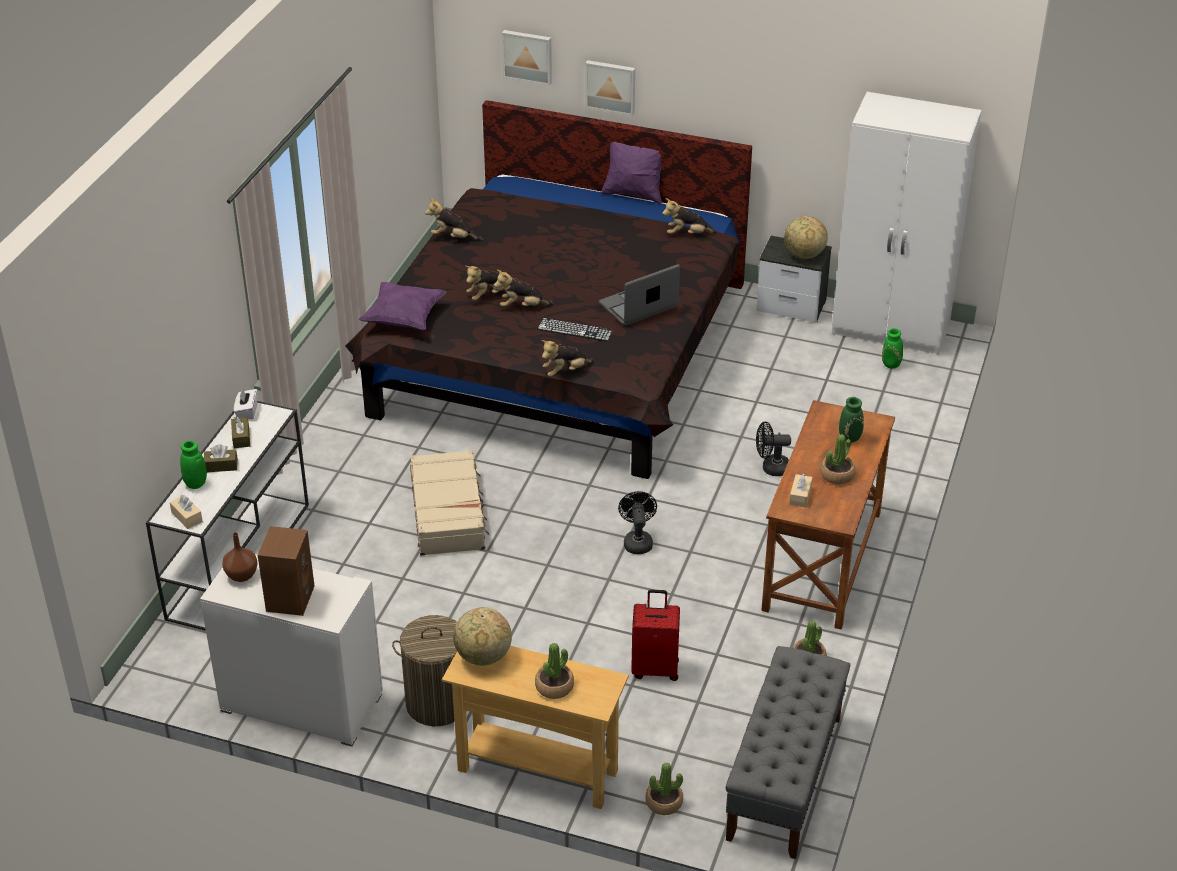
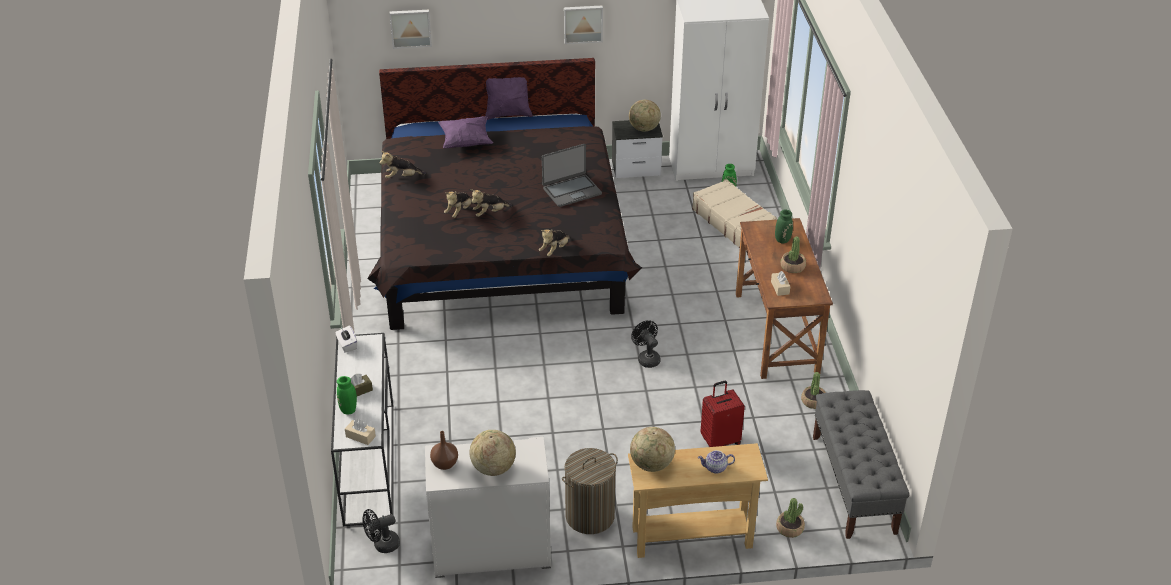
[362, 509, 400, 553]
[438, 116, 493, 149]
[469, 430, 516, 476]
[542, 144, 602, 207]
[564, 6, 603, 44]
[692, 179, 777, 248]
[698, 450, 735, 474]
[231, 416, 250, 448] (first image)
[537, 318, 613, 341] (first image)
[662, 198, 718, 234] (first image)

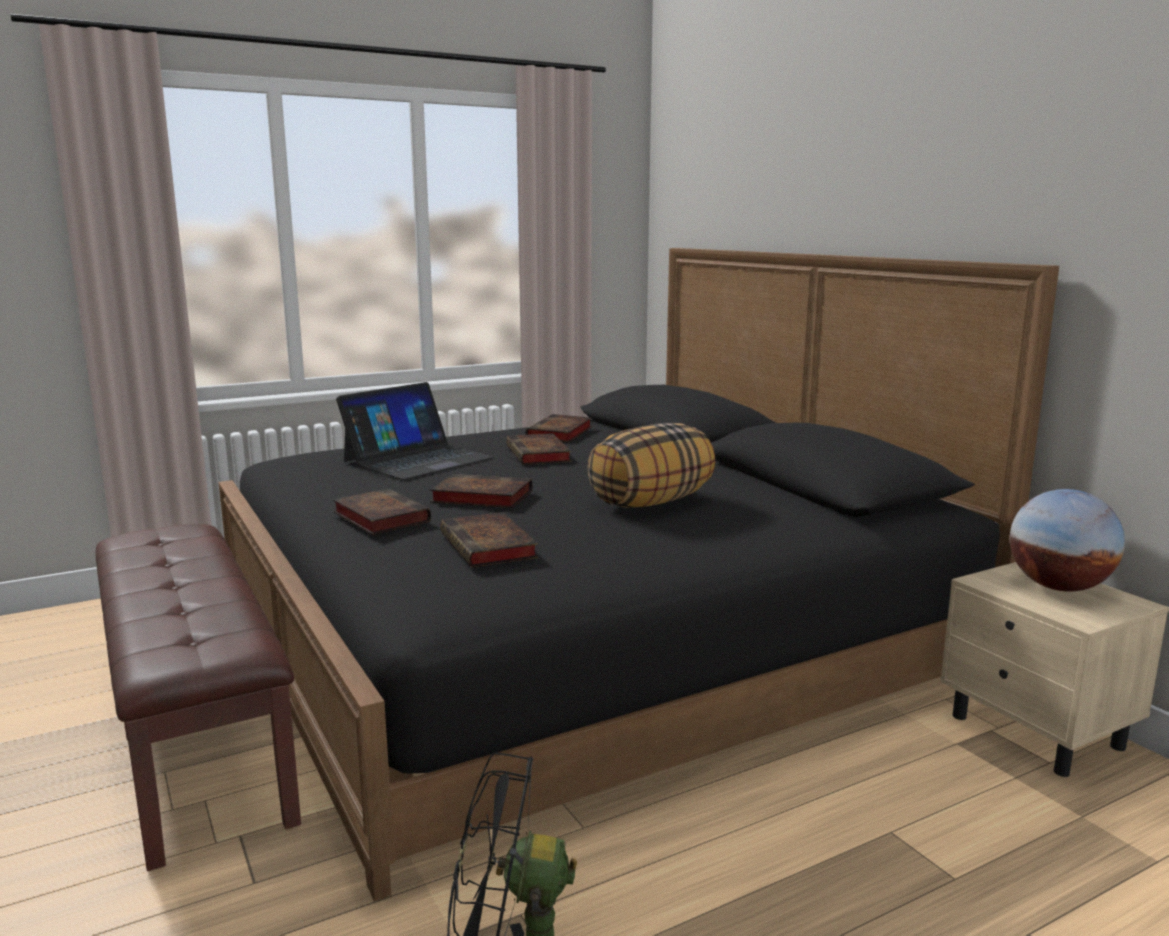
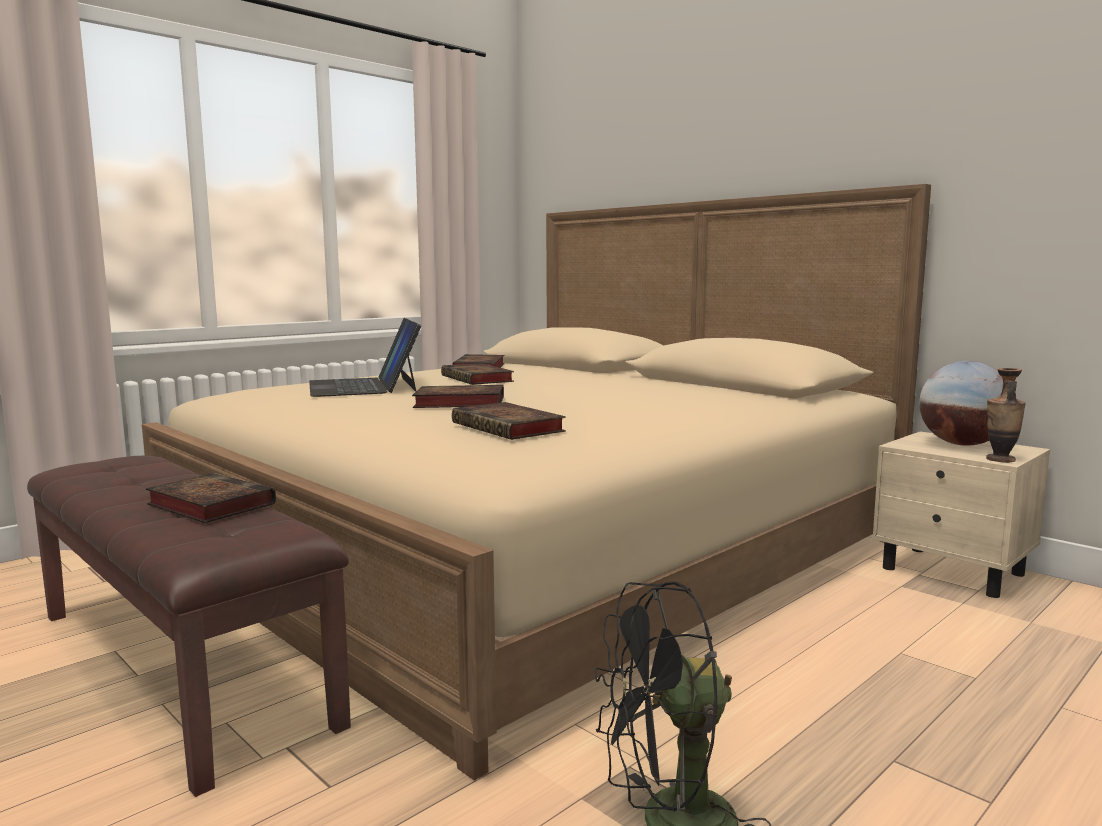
[142, 184, 931, 781]
[145, 473, 276, 523]
[309, 318, 421, 397]
[986, 368, 1026, 463]
[588, 423, 715, 508] (first image)

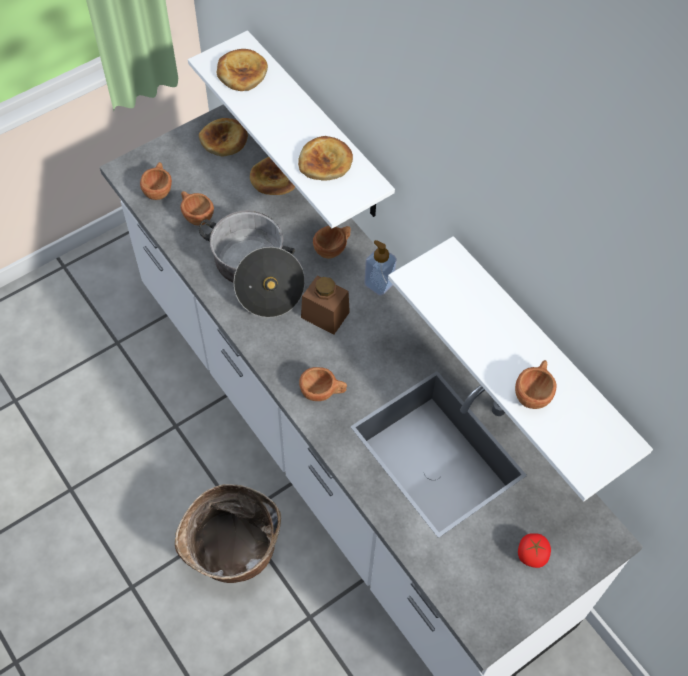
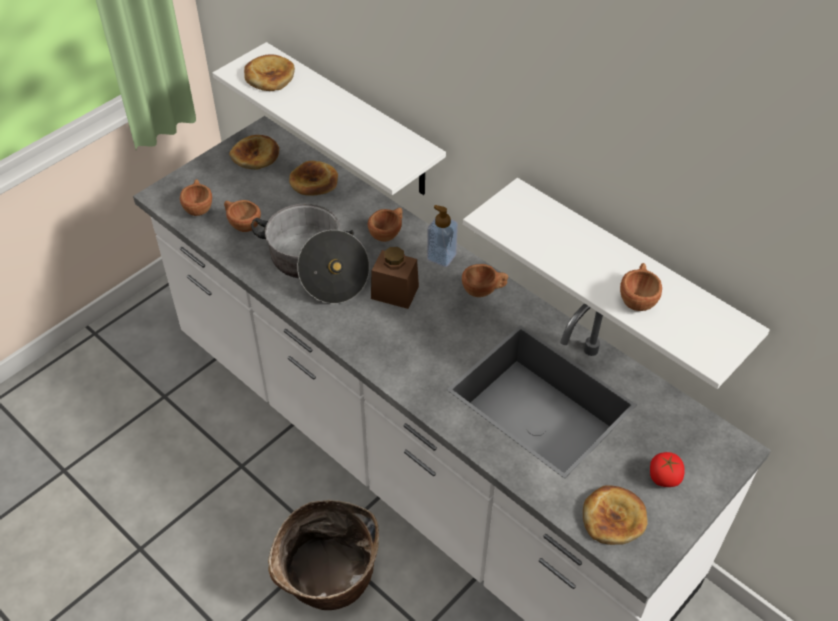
[462, 264, 508, 297]
[583, 485, 648, 545]

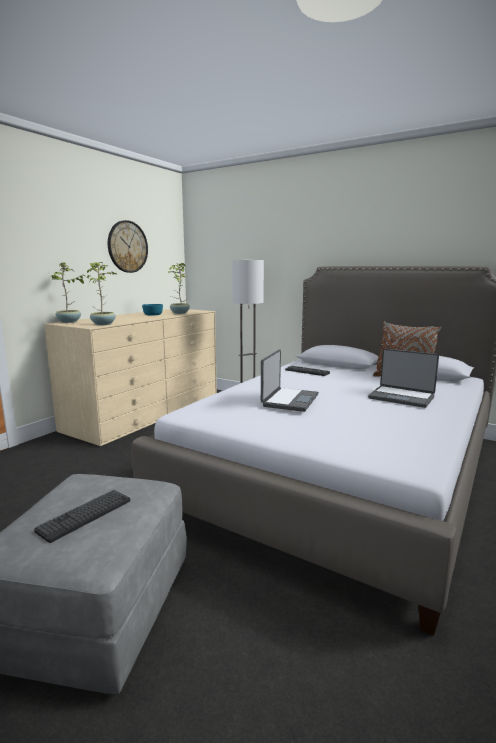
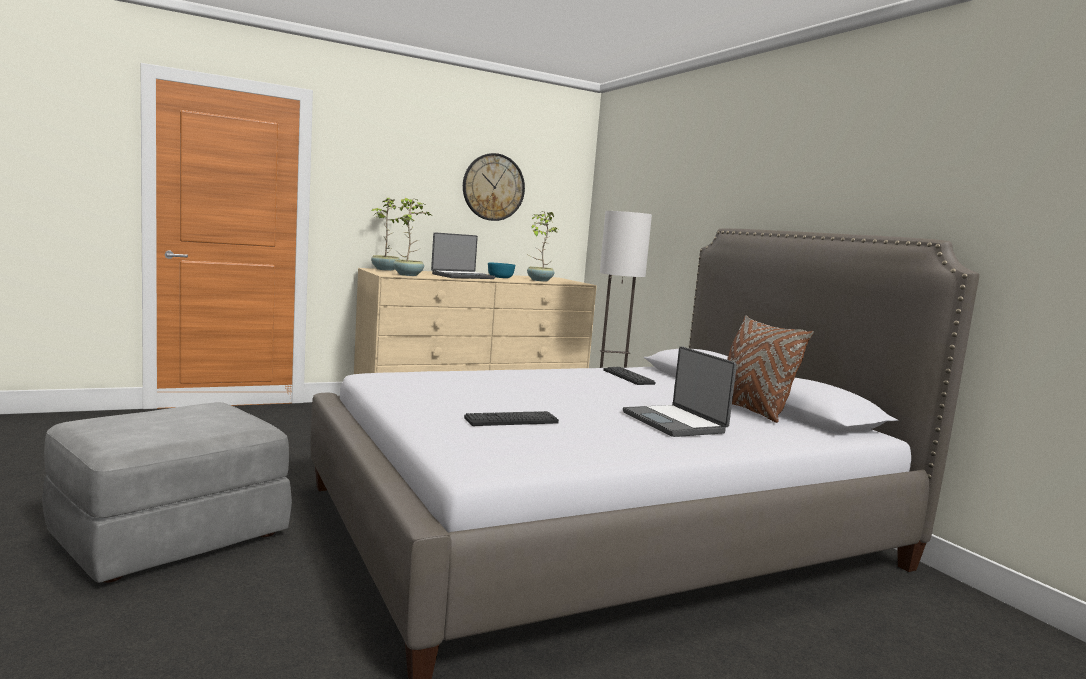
[431, 232, 495, 279]
[464, 411, 559, 426]

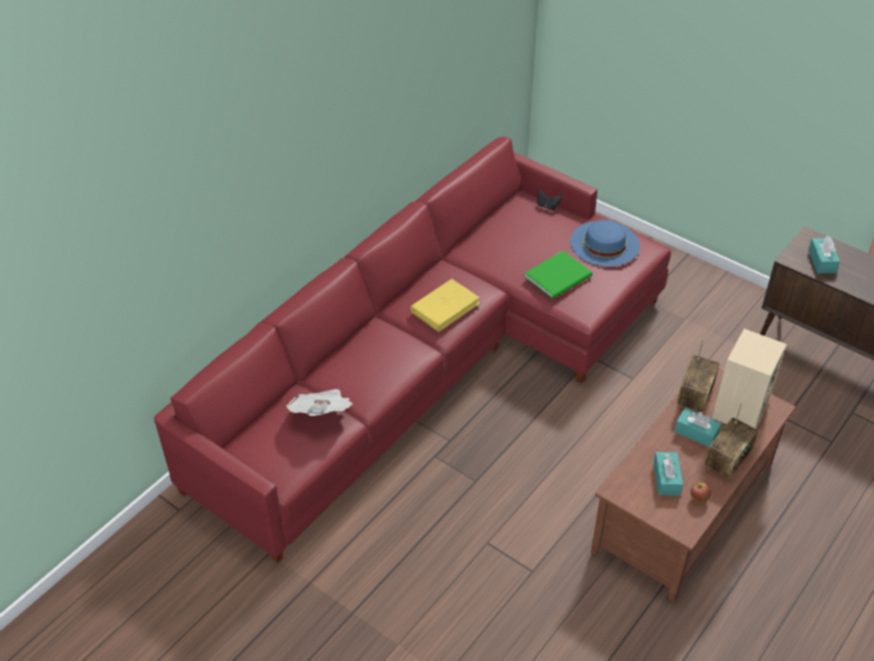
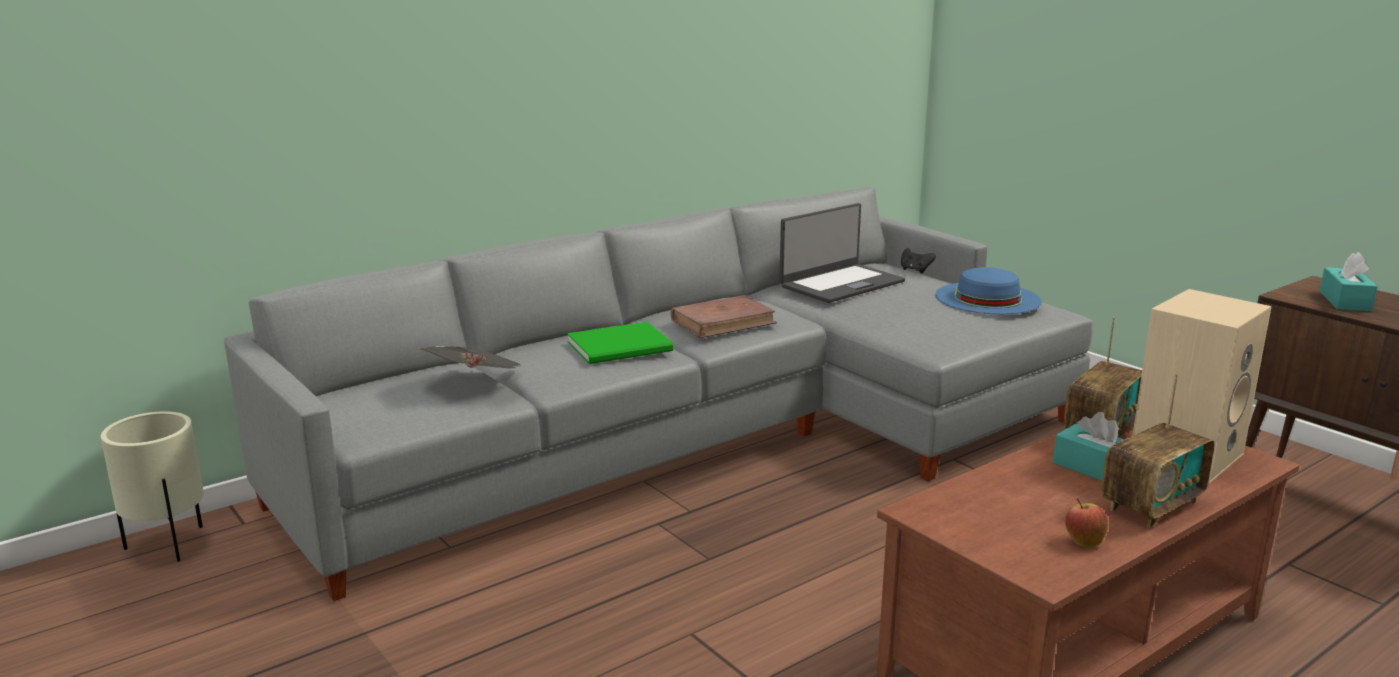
[101, 411, 204, 562]
[224, 186, 1093, 601]
[567, 322, 673, 364]
[671, 295, 777, 338]
[779, 203, 905, 303]
[654, 452, 683, 495] (first image)

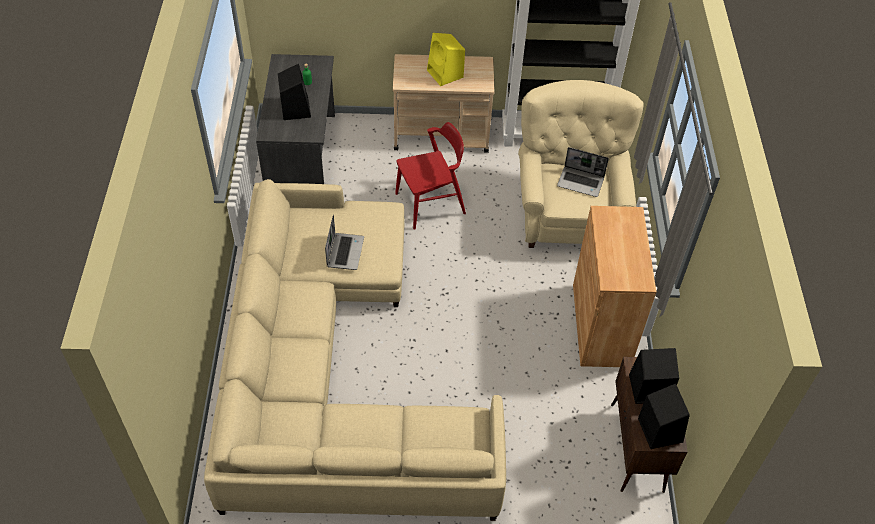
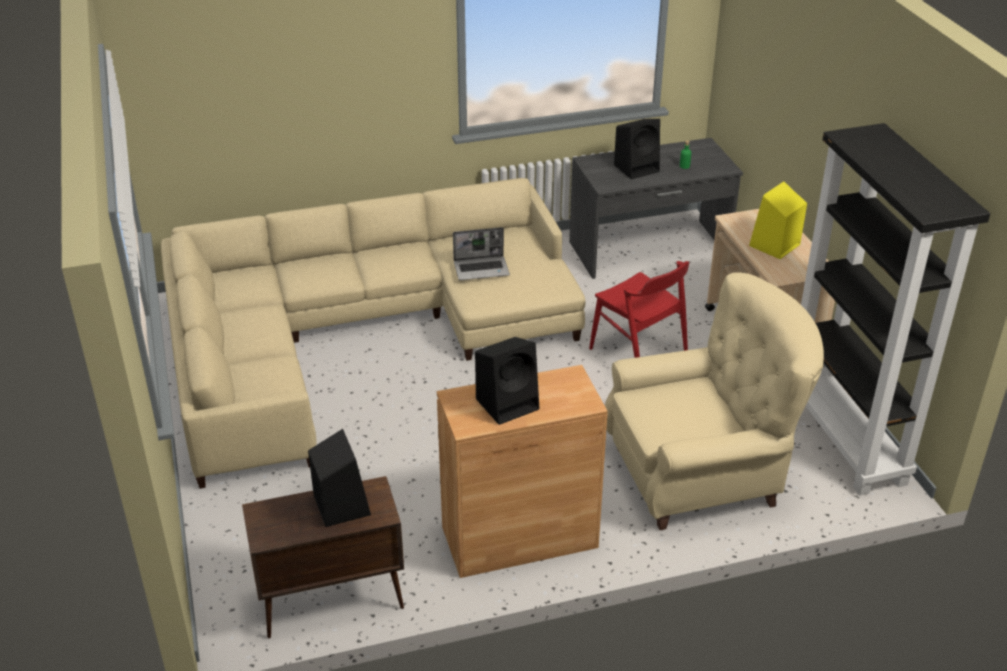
[475, 337, 539, 425]
[557, 147, 609, 197] (first image)

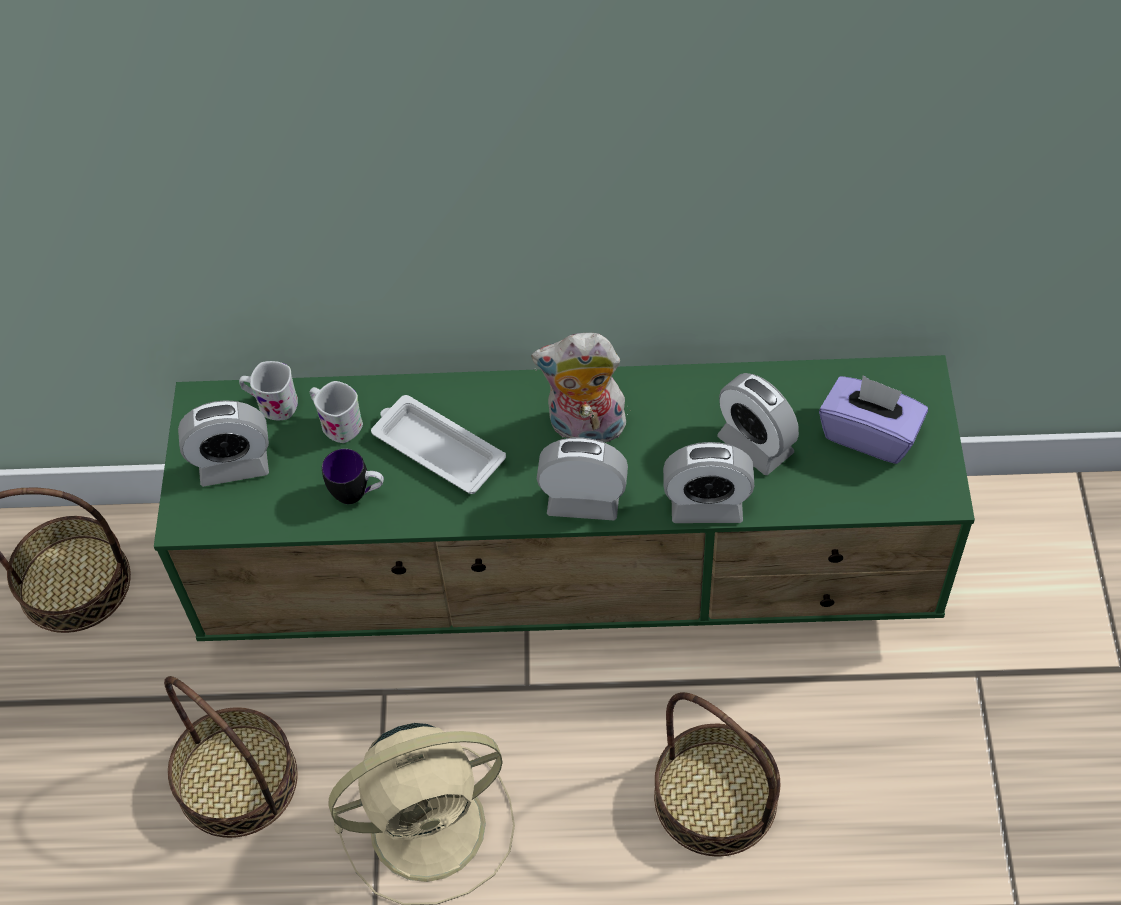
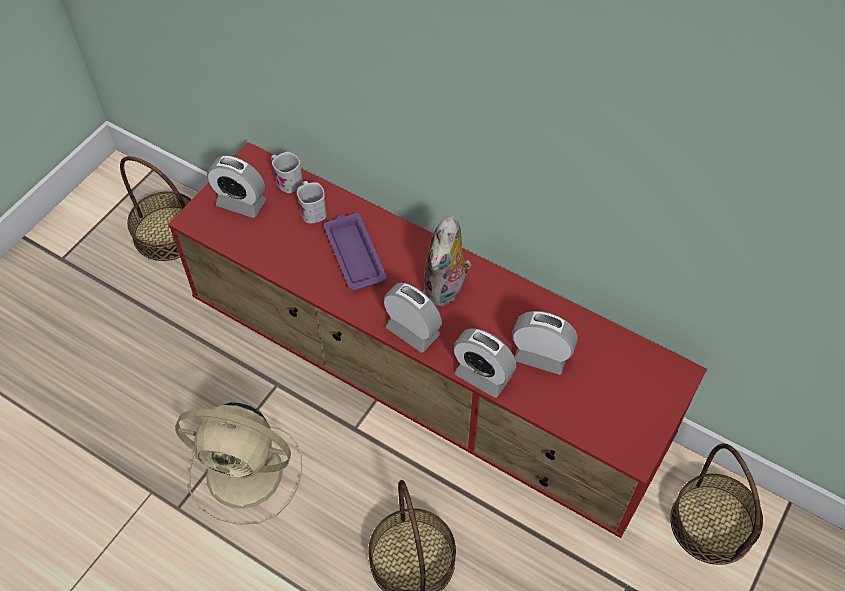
[168, 142, 707, 538]
[324, 213, 387, 291]
[423, 215, 474, 306]
[512, 311, 578, 375]
[670, 443, 763, 565]
[322, 449, 384, 504] (first image)
[819, 375, 928, 464] (first image)

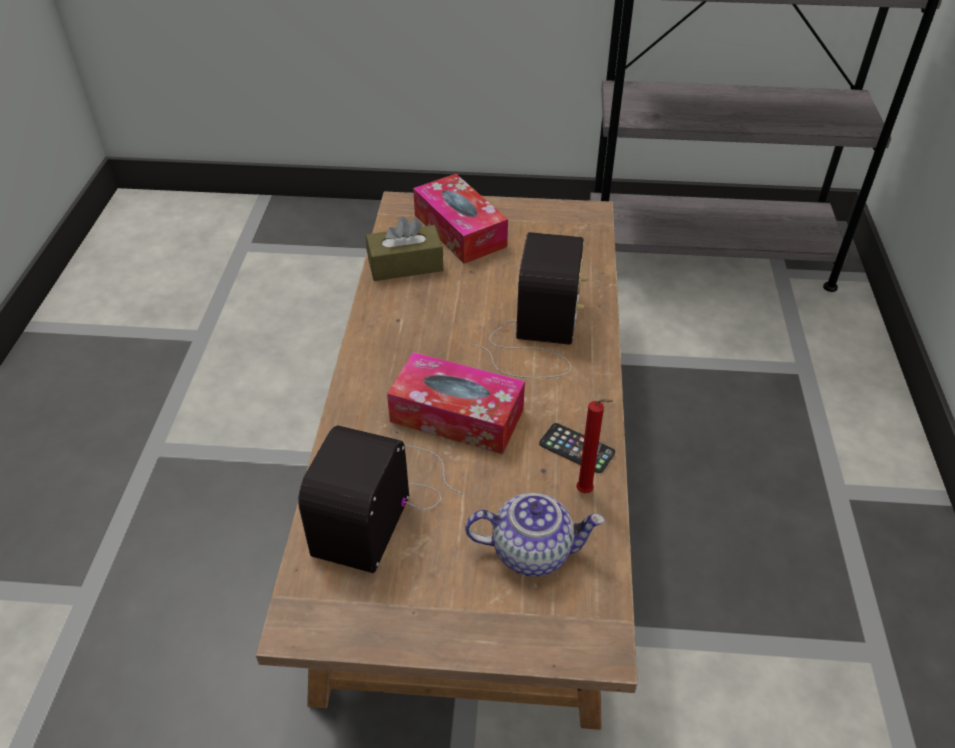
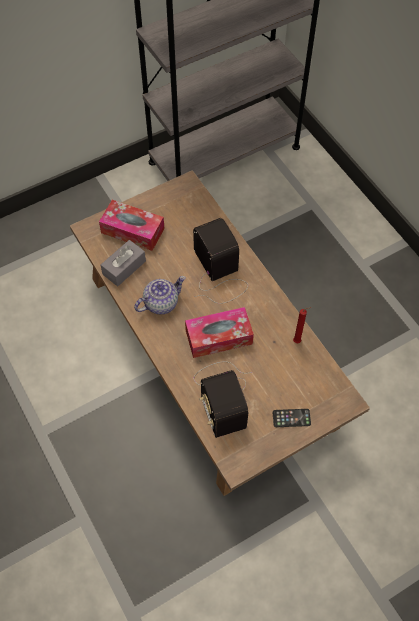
[101, 240, 146, 286]
[134, 276, 186, 314]
[273, 409, 311, 427]

